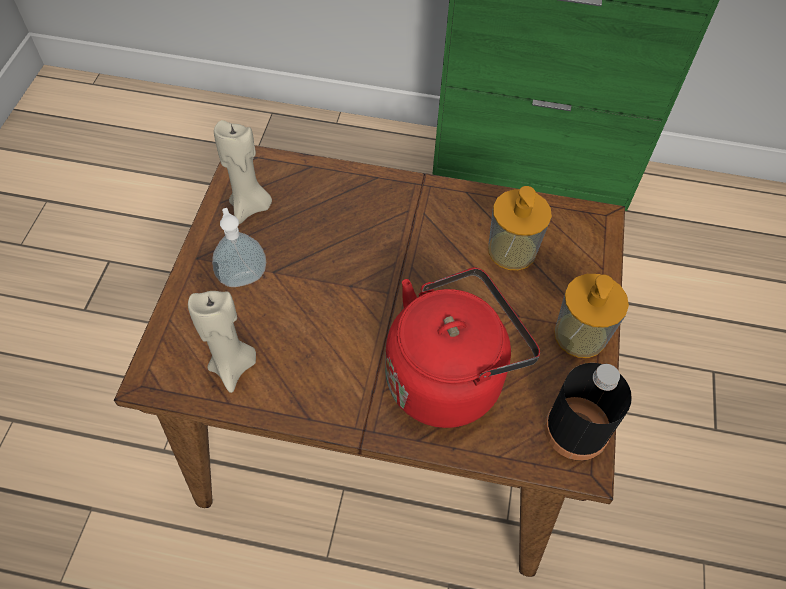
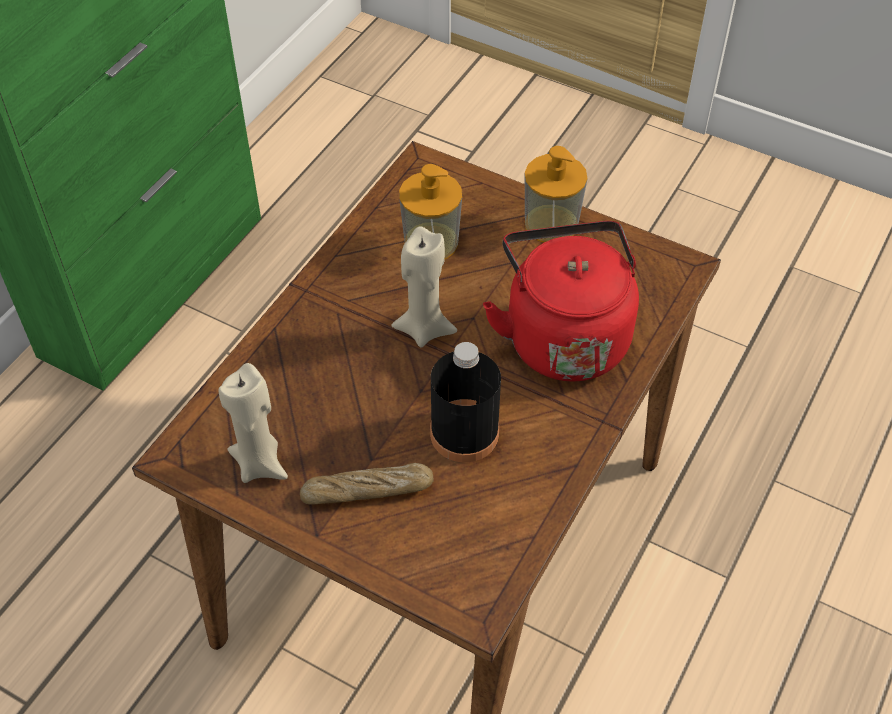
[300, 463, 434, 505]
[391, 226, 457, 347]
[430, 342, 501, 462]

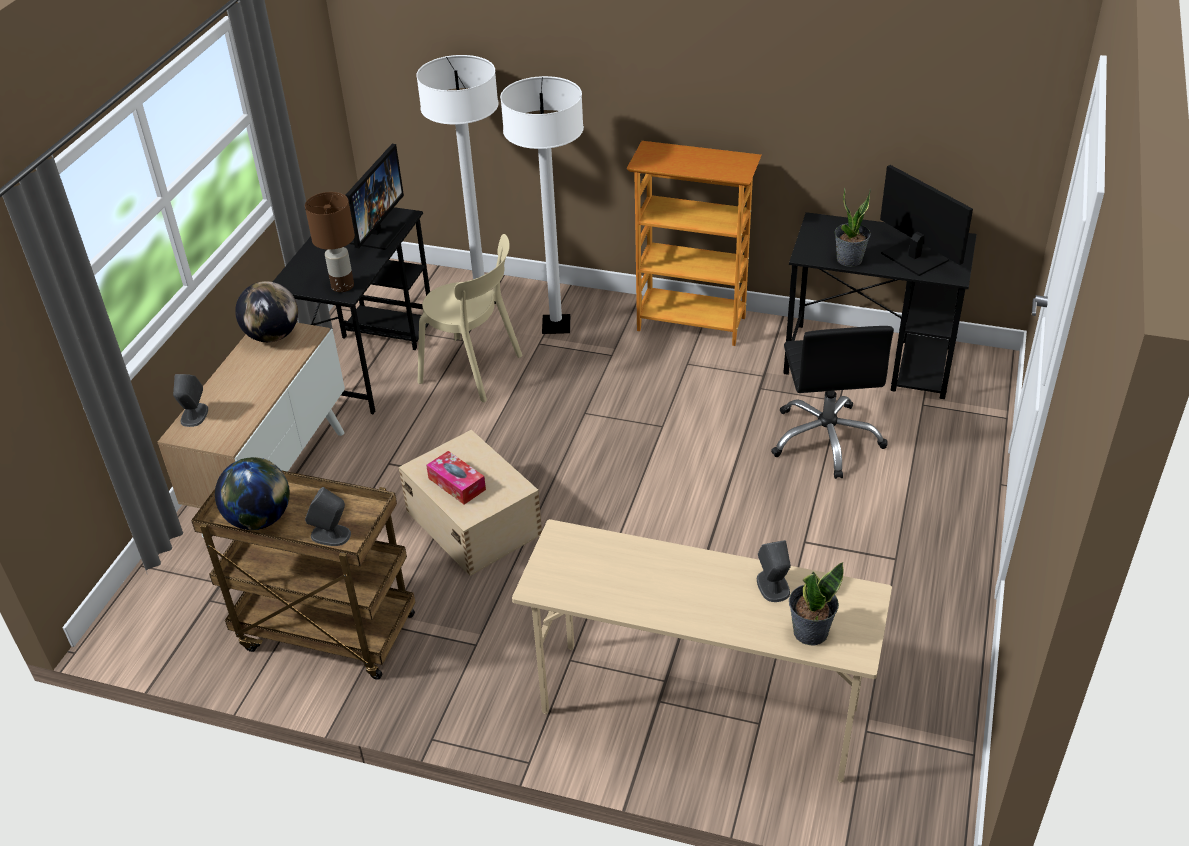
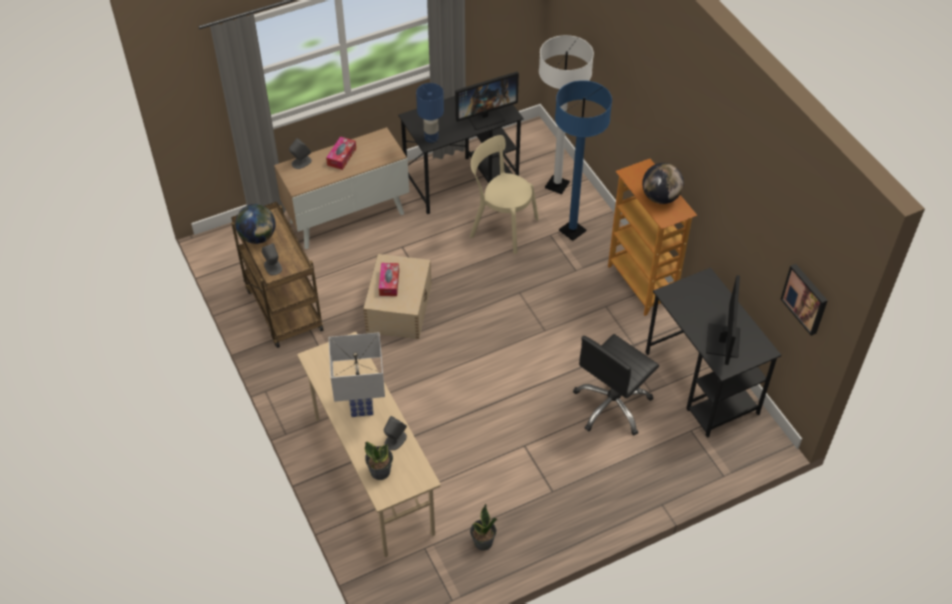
[326, 137, 356, 170]
[329, 332, 385, 417]
[416, 83, 444, 143]
[469, 135, 539, 254]
[470, 504, 497, 551]
[555, 80, 612, 241]
[642, 163, 684, 204]
[781, 264, 828, 336]

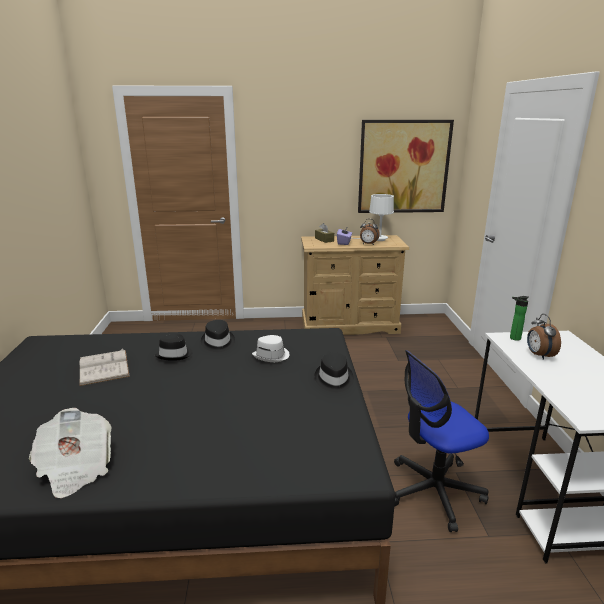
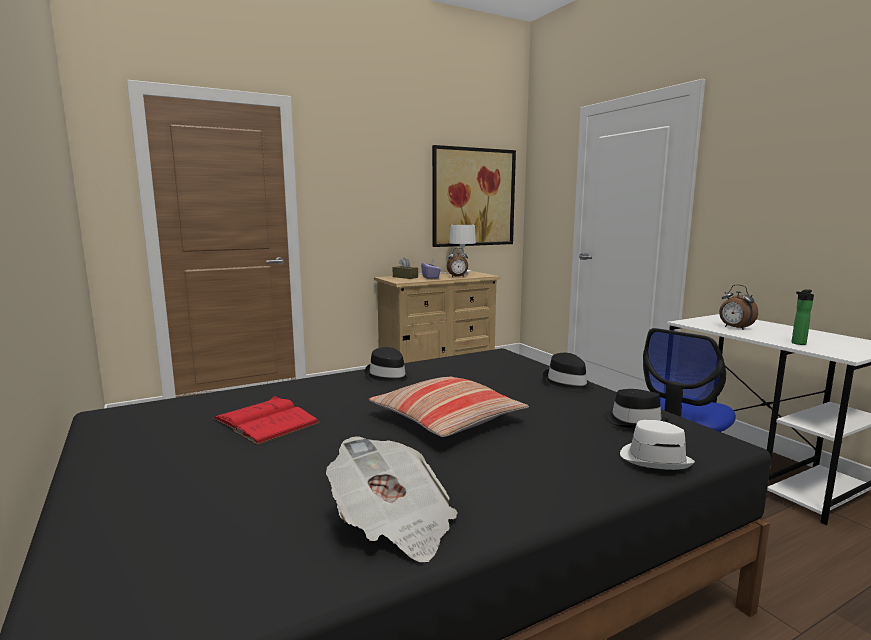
[213, 395, 320, 445]
[369, 376, 529, 437]
[604, 389, 668, 428]
[620, 420, 695, 470]
[791, 290, 814, 345]

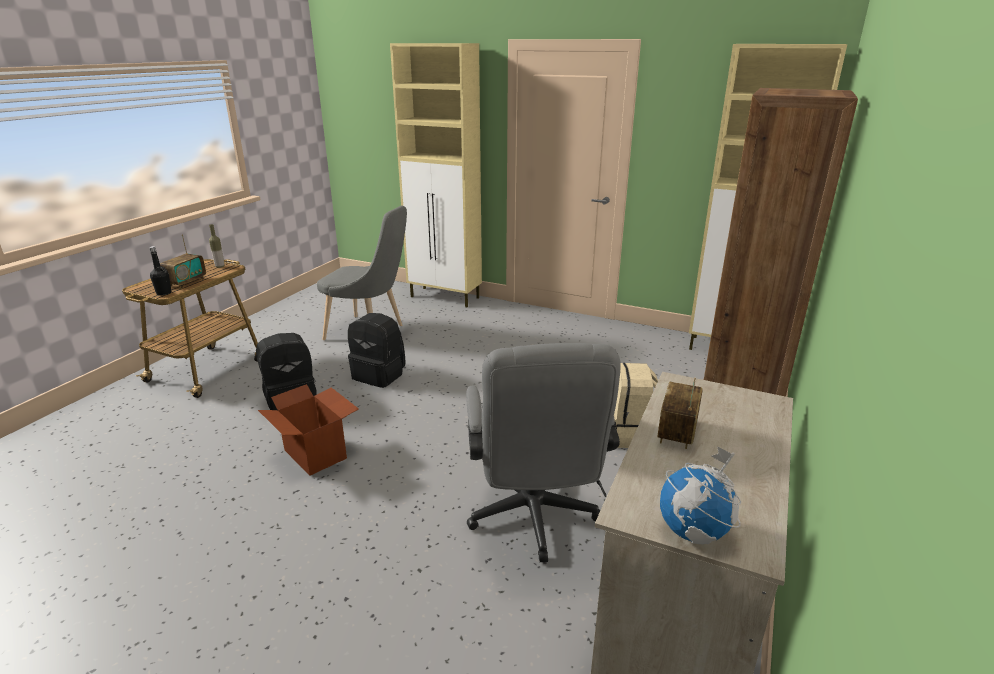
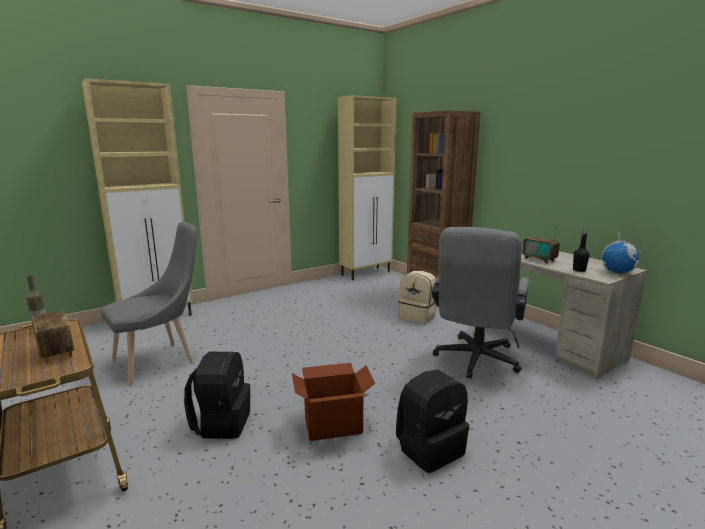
[396, 370, 469, 473]
[432, 227, 529, 379]
[573, 230, 590, 272]

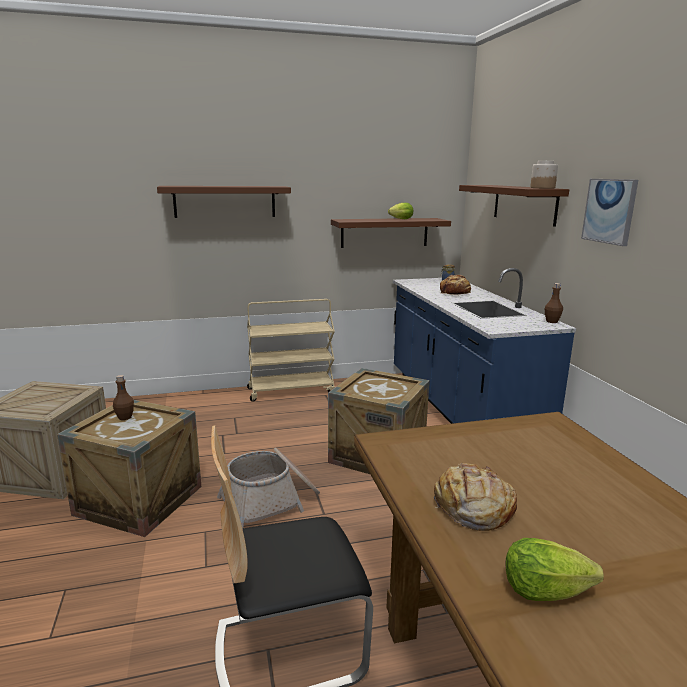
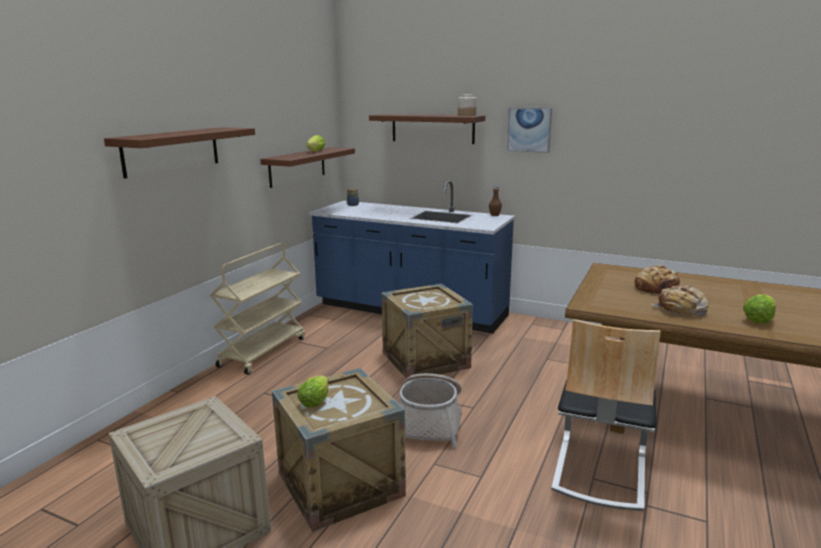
[297, 375, 329, 407]
[635, 265, 680, 294]

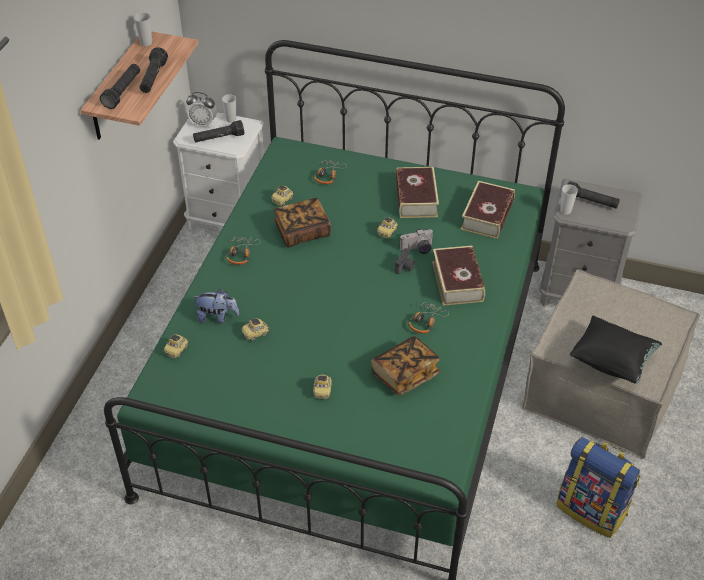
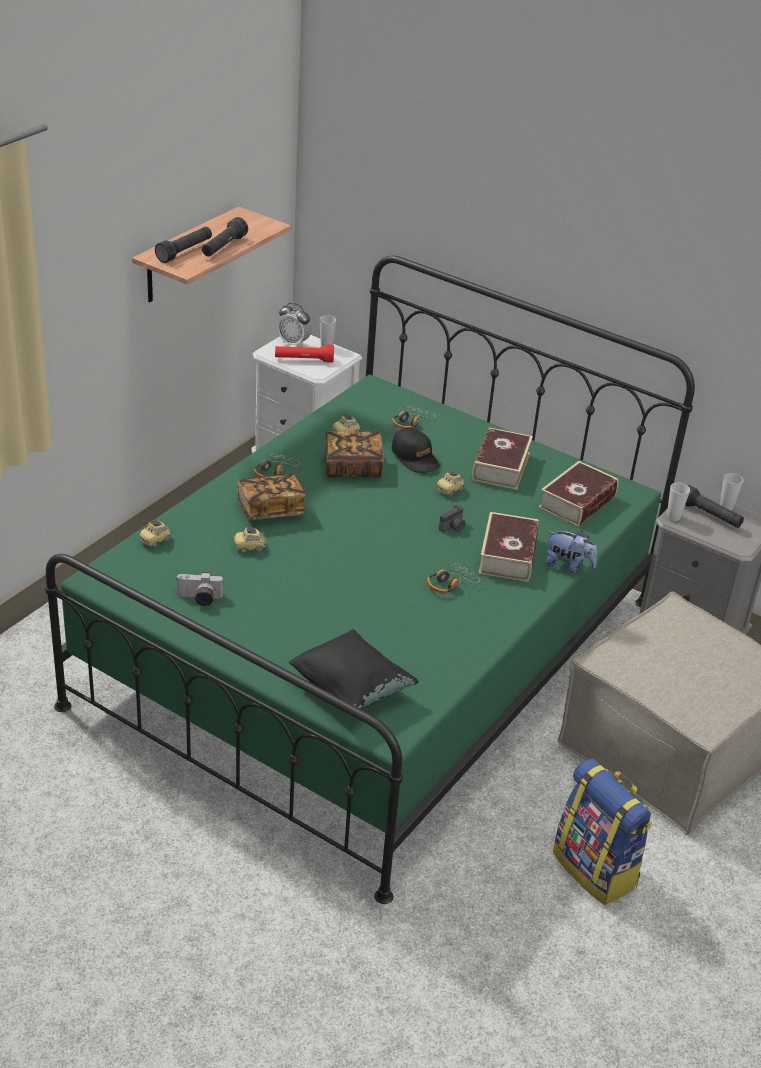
[176, 572, 224, 606]
[237, 473, 307, 520]
[275, 345, 334, 363]
[289, 629, 419, 710]
[391, 428, 440, 473]
[546, 531, 597, 573]
[720, 473, 743, 510]
[313, 375, 332, 399] (first image)

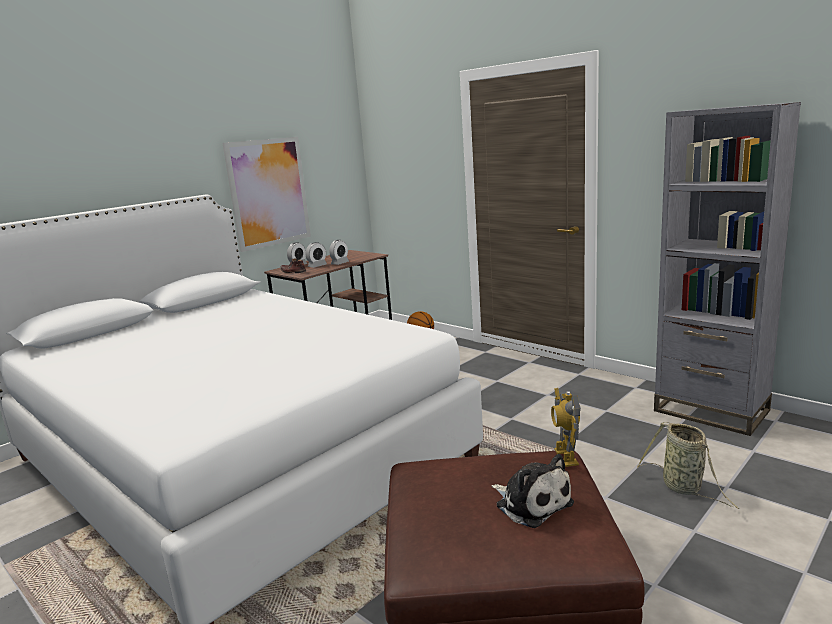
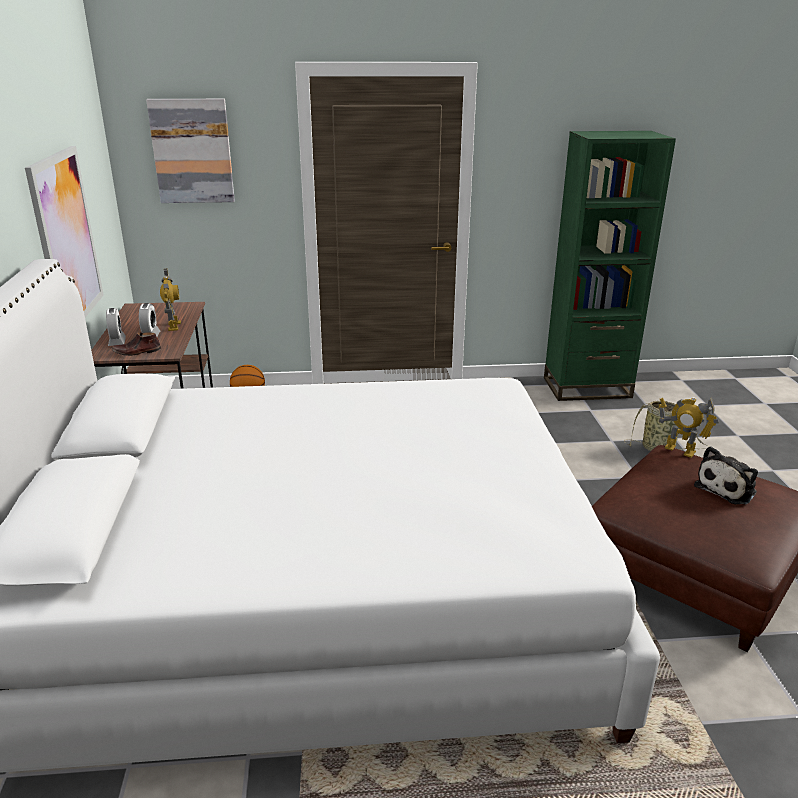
[146, 99, 235, 203]
[160, 269, 181, 331]
[544, 131, 676, 401]
[694, 446, 758, 504]

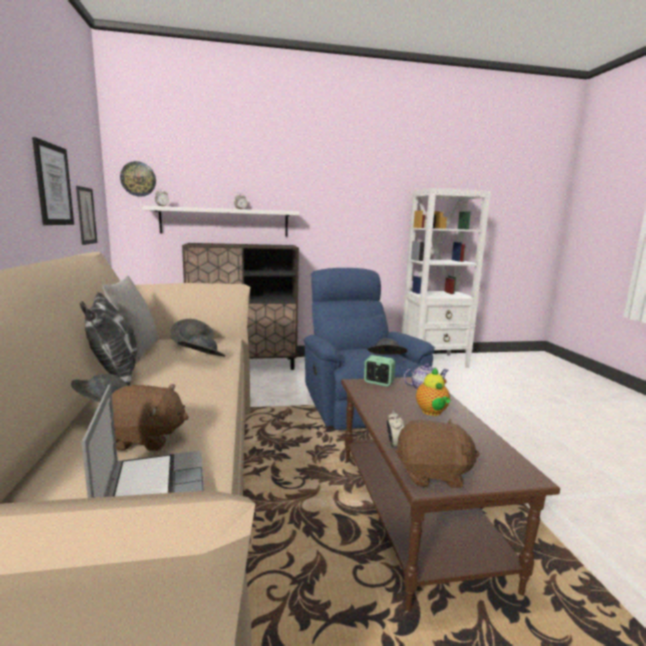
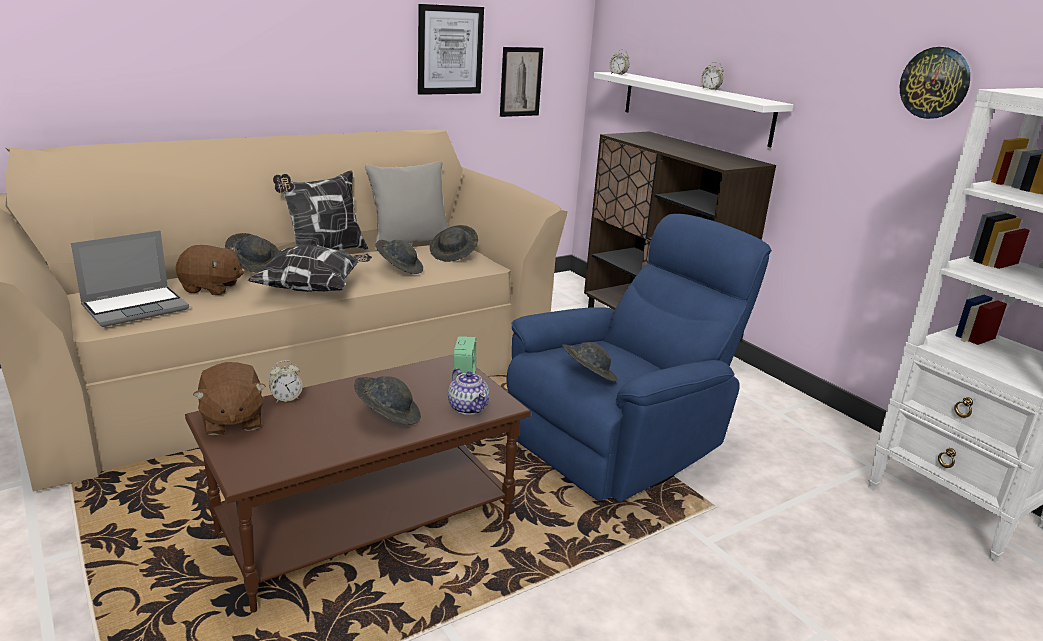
[176, 245, 244, 295]
[247, 244, 372, 292]
[354, 376, 421, 425]
[900, 47, 970, 119]

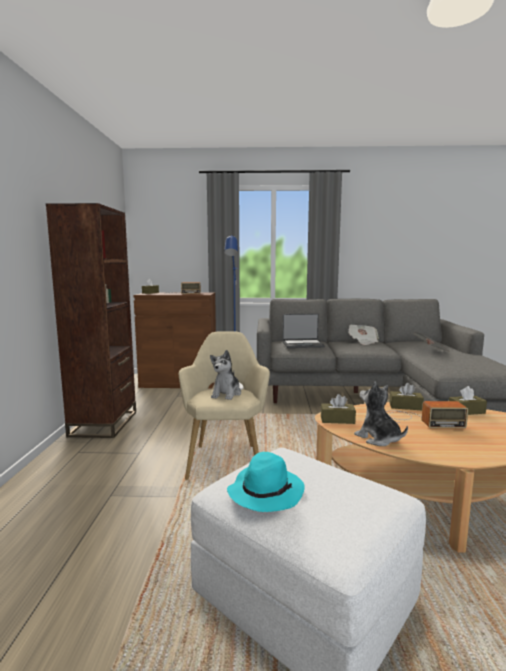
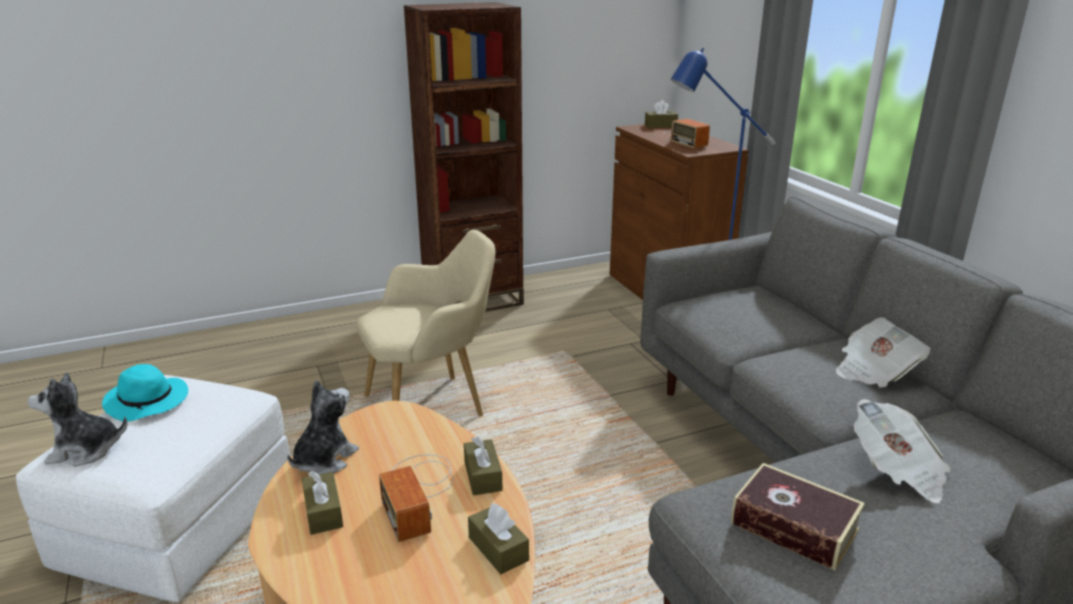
[28, 372, 127, 467]
[302, 471, 343, 535]
[731, 463, 865, 570]
[282, 314, 325, 348] (first image)

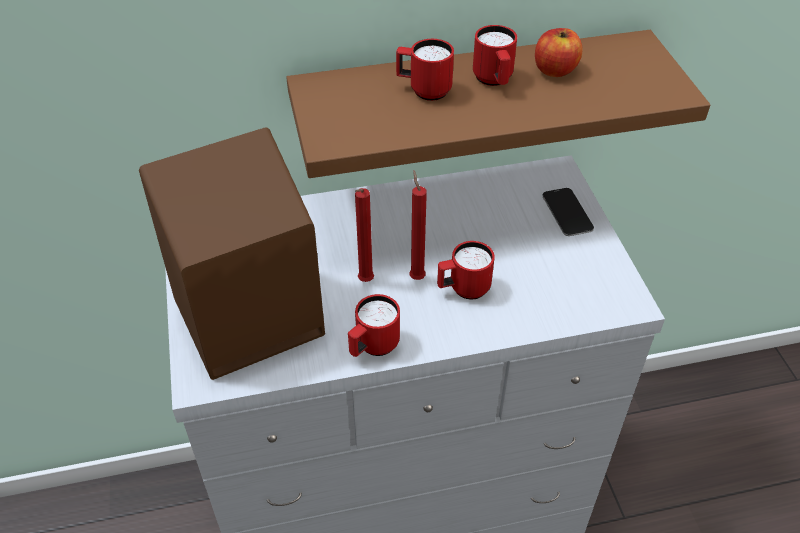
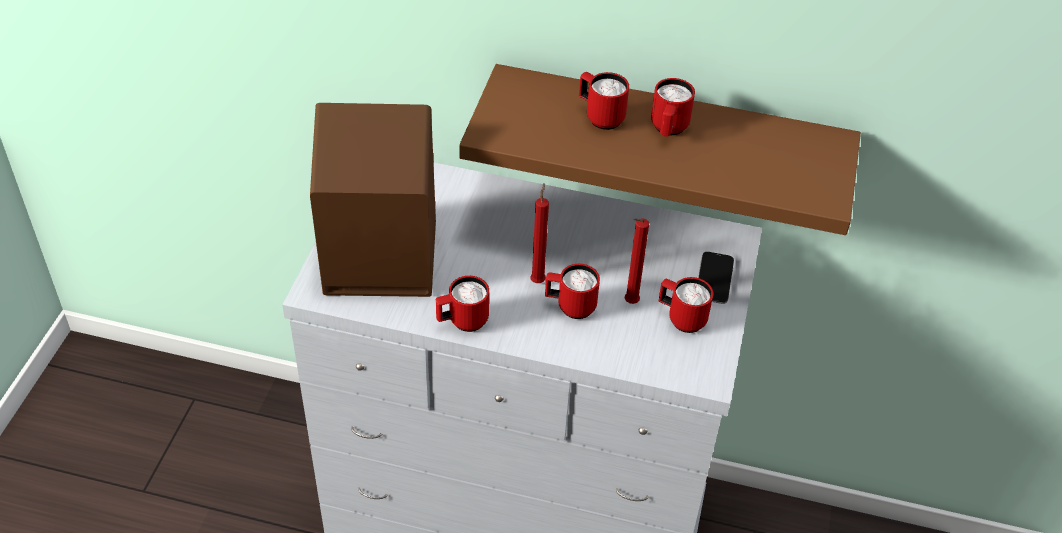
[625, 218, 649, 304]
[659, 277, 713, 333]
[535, 28, 583, 77] (first image)

